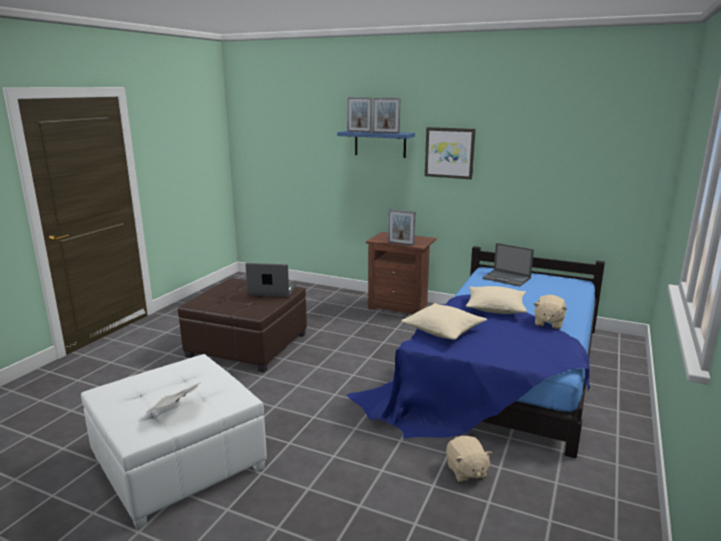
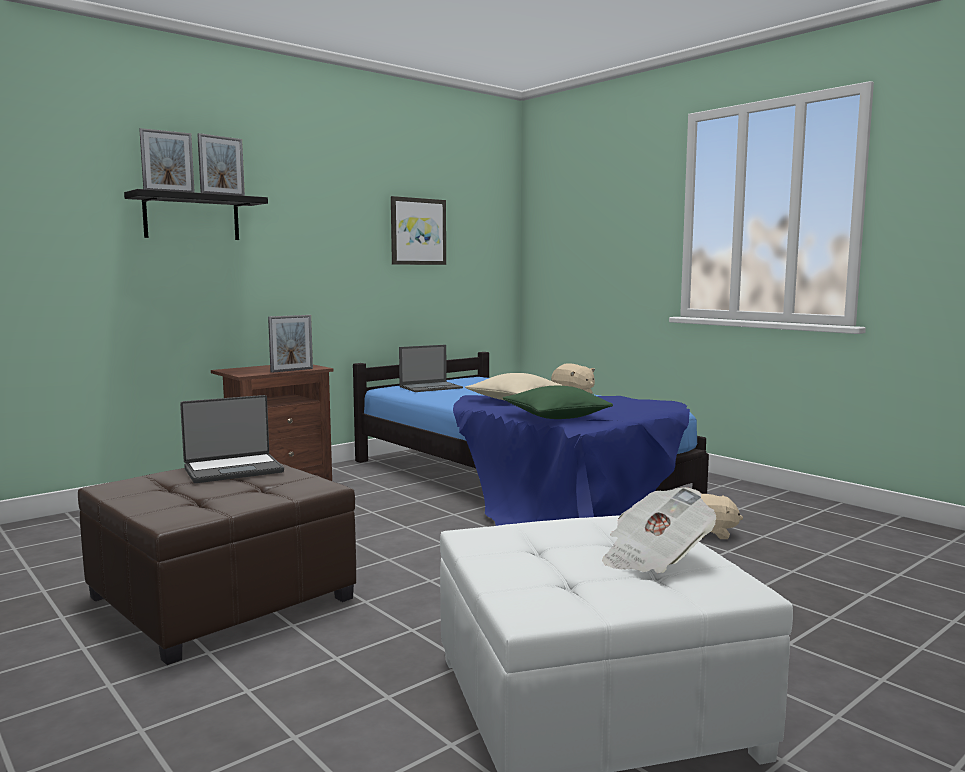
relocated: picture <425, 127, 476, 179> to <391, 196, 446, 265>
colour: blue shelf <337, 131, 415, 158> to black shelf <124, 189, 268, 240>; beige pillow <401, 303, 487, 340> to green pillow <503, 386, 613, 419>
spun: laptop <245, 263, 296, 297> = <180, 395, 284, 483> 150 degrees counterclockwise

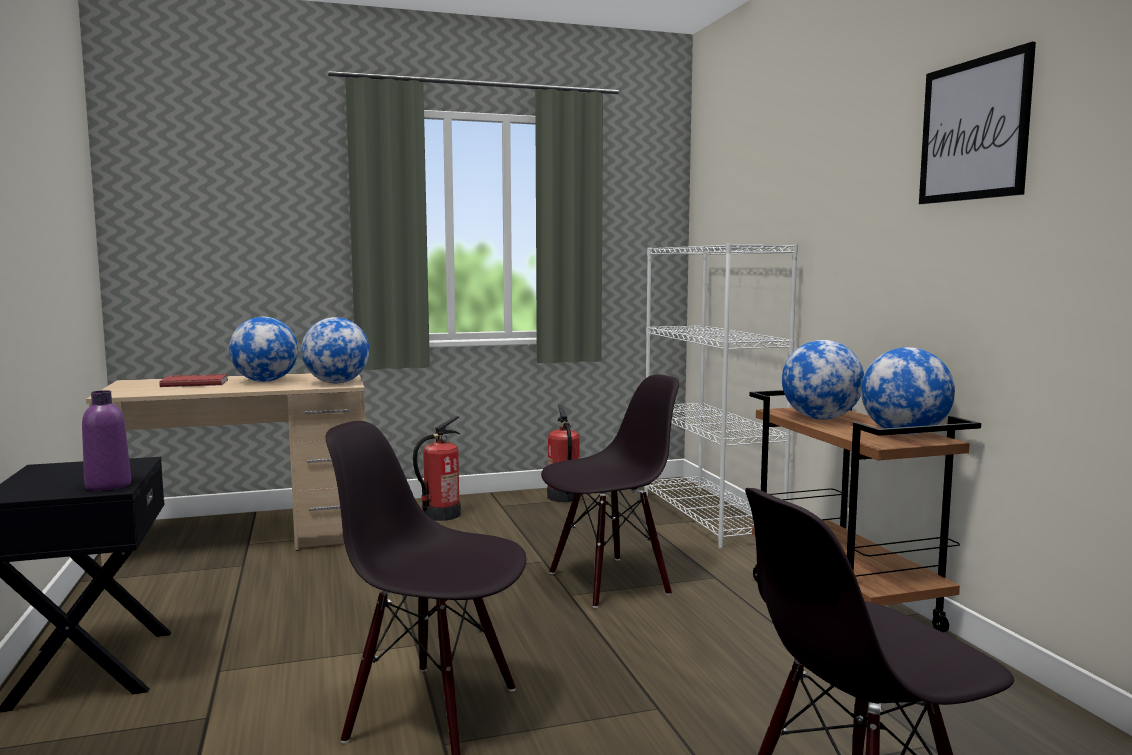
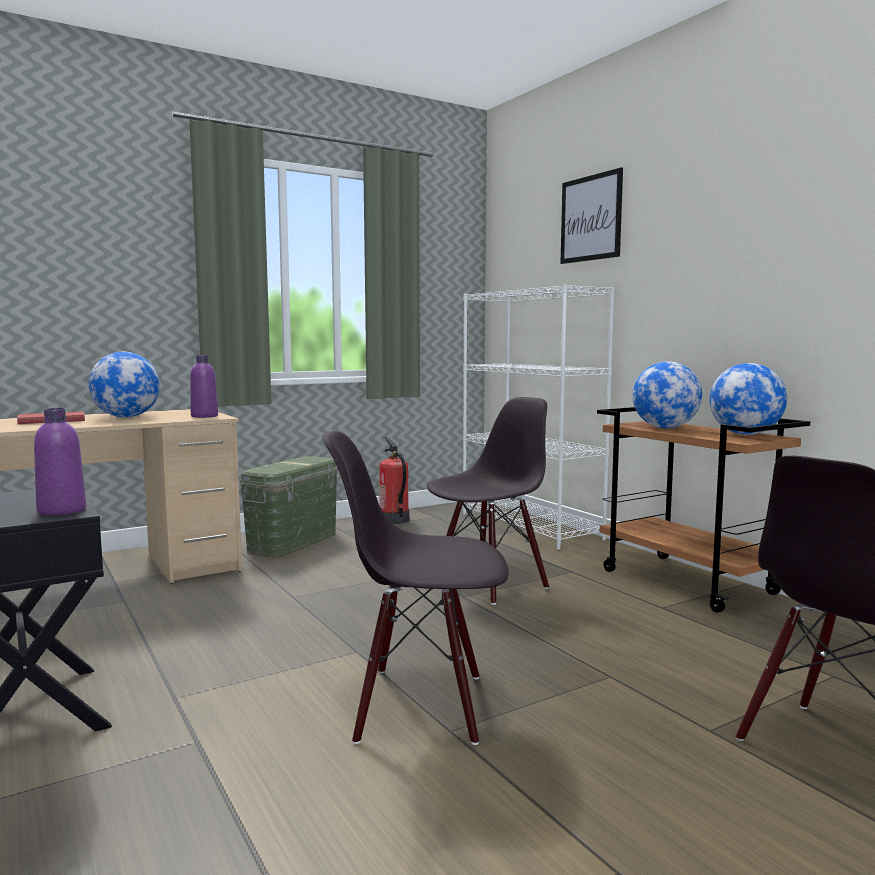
relocated: picture <919, 42, 1036, 204> to <560, 167, 623, 264>
exchanged: globe <301, 317, 370, 383> to purple bottle <190, 355, 218, 418>; fire extinguisher <413, 416, 461, 521> to green storage box <240, 456, 338, 558>

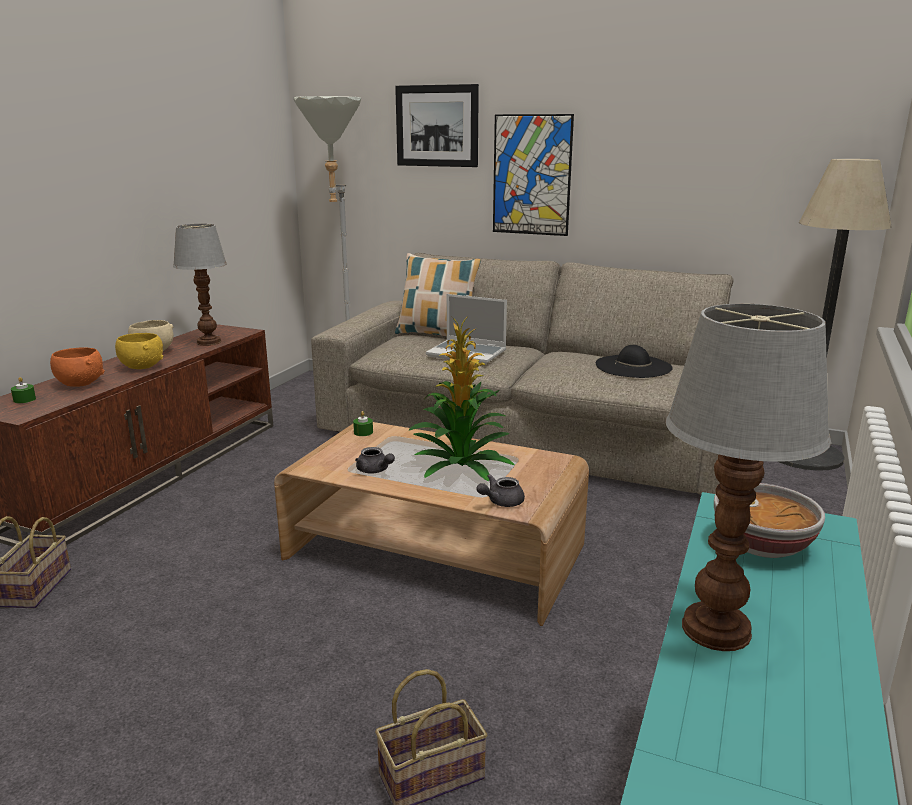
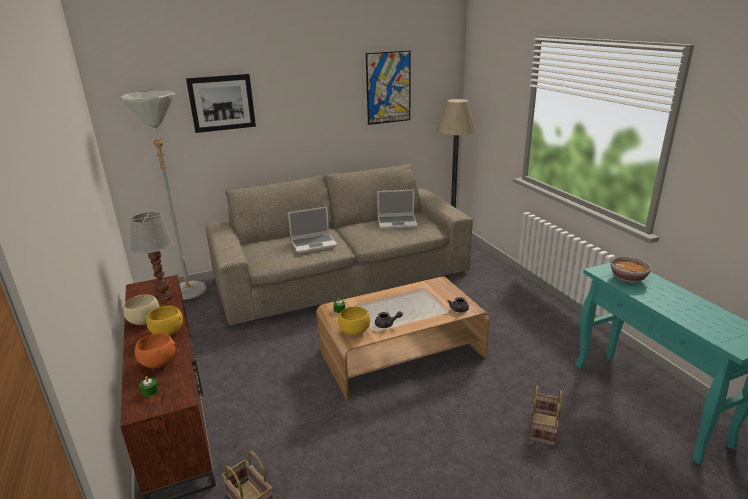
missing: pillow <395, 253, 481, 336>; potted plant <408, 316, 515, 481>; table lamp <665, 304, 831, 651>
appeared: yellow bowl <338, 306, 370, 336>
relocated: picture <493, 114, 574, 236> to <366, 50, 411, 125>
exchanged: black hat <596, 345, 673, 378> to laptop <377, 189, 418, 229>

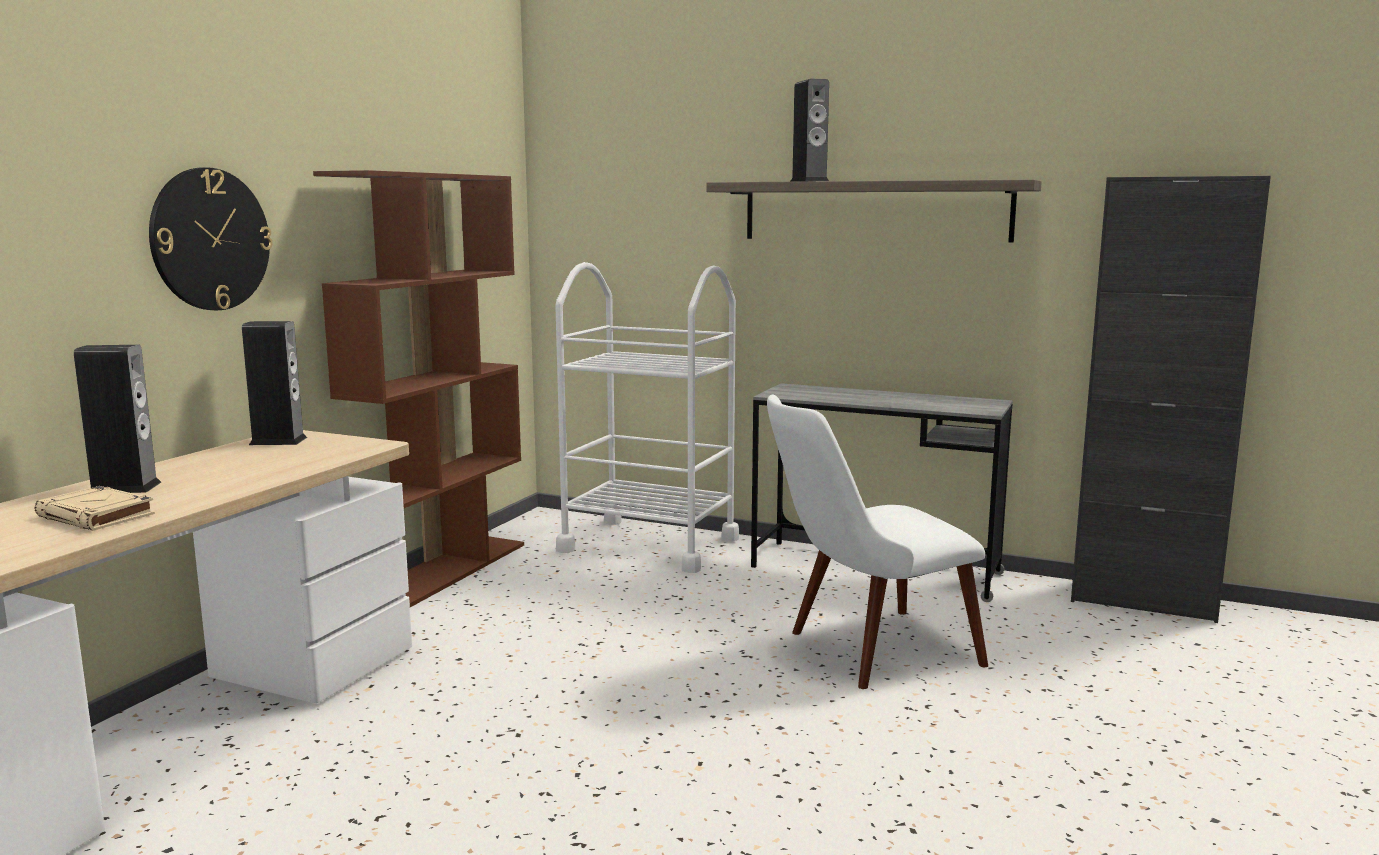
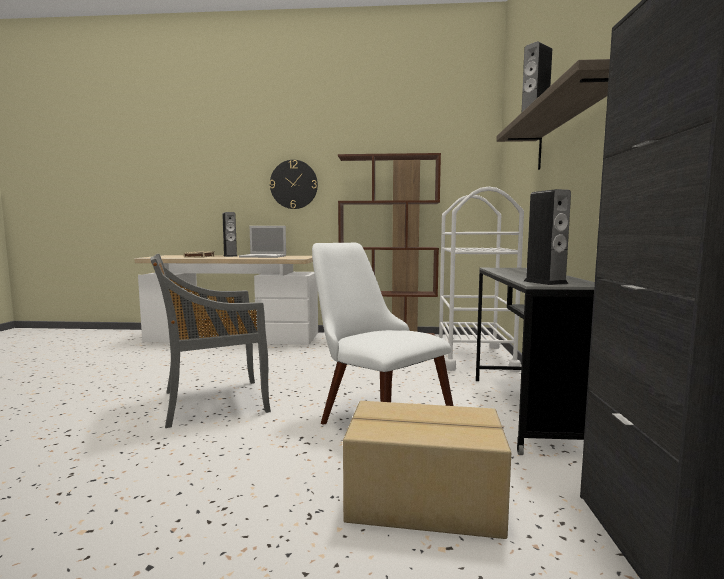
appeared: grey chair <150, 254, 271, 428>; laptop <239, 226, 286, 258>; cardboard box <343, 401, 511, 539>
relocated: speaker <242, 321, 307, 445> to <524, 189, 571, 285>

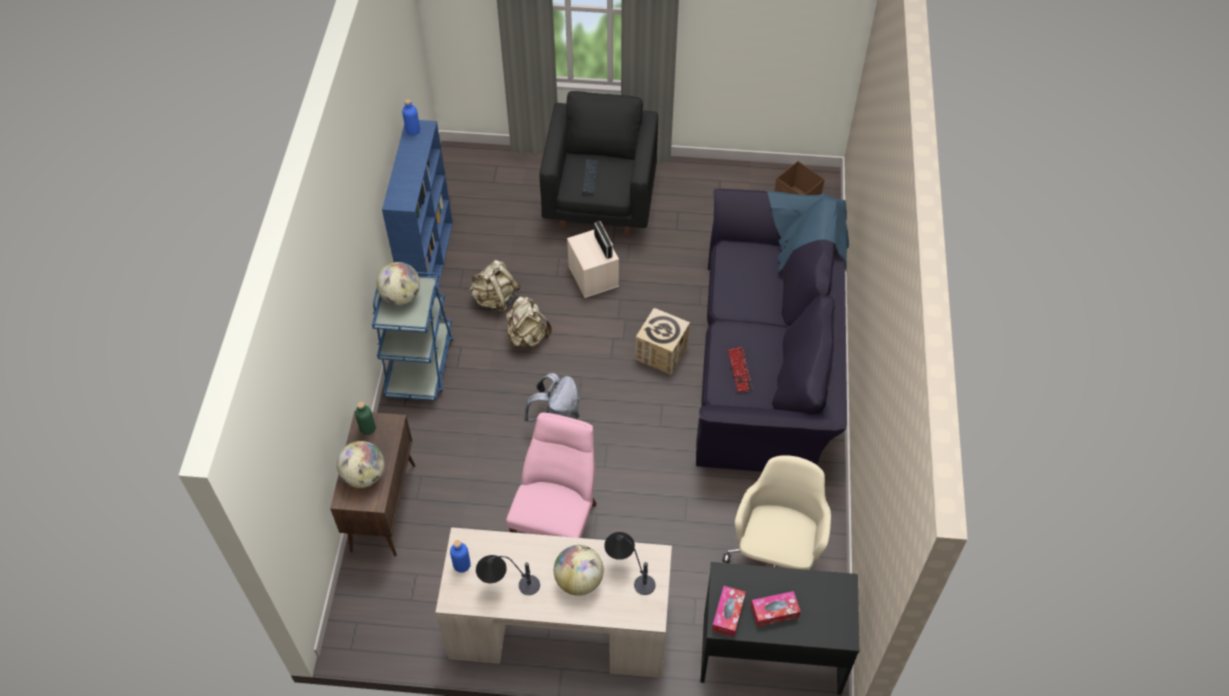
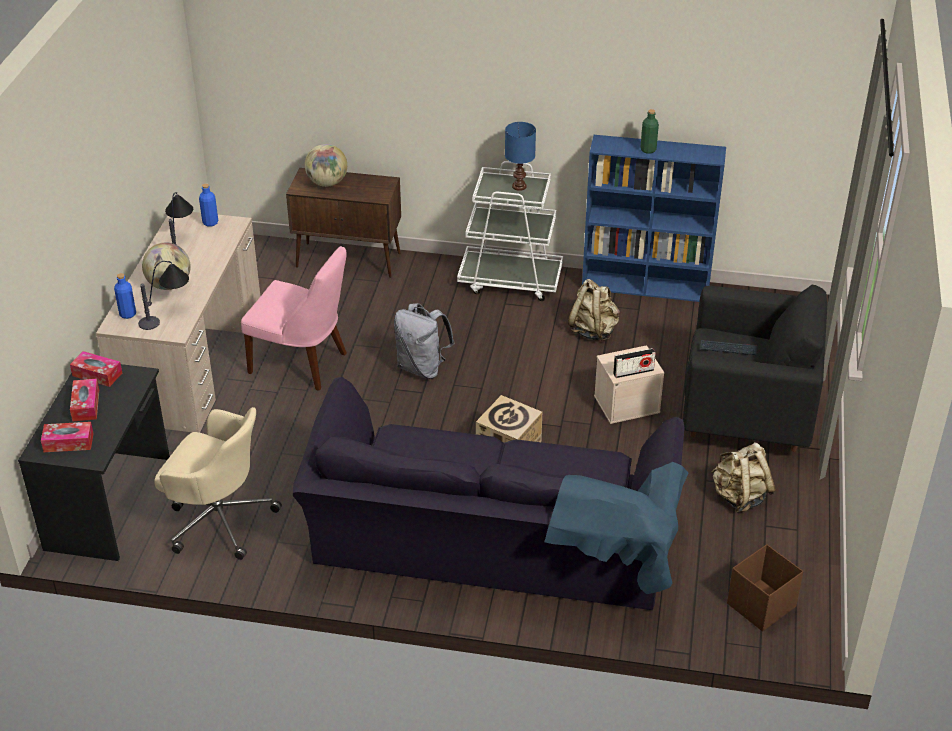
missing: keyboard <728, 347, 753, 393>
appeared: tissue box <41, 422, 94, 452>
relocated: green bottle <355, 402, 376, 435> to <640, 109, 659, 154>; blue bottle <402, 99, 420, 136> to <114, 273, 136, 319>; beige backpack <506, 296, 552, 347> to <712, 442, 776, 512>
exchanged: globe <376, 262, 420, 305> to blue table lamp <505, 122, 536, 191>
colour: blue cart <372, 272, 454, 401> to white cart <457, 161, 563, 301>

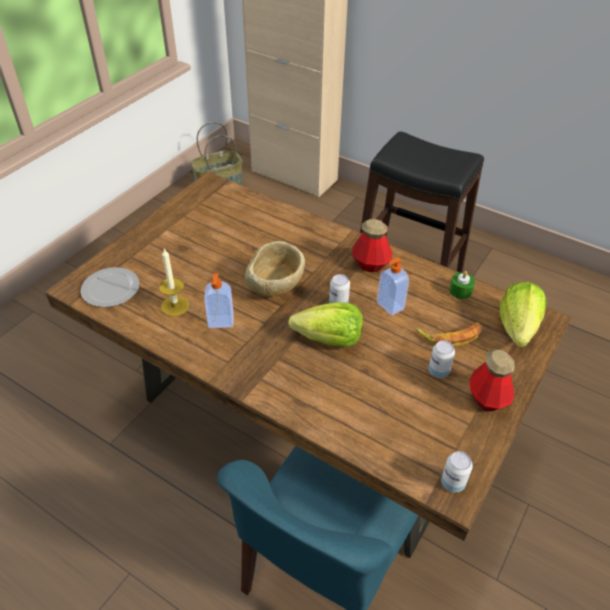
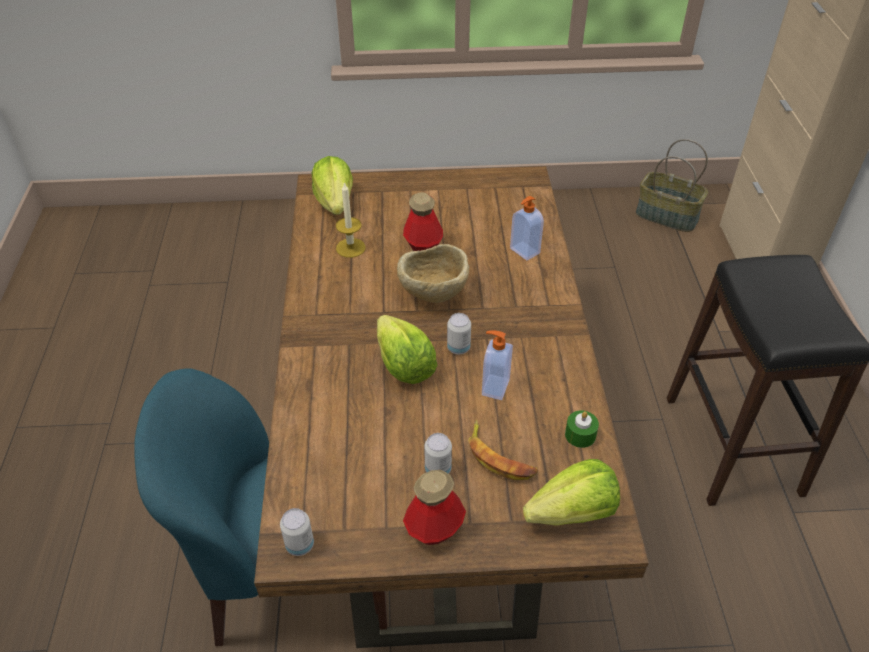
relocated: soap dispenser <204, 273, 234, 328> to <510, 196, 544, 261>; bottle <352, 219, 392, 272> to <403, 192, 443, 251>
exchanged: plate <81, 267, 140, 307> to lettuce <312, 156, 353, 215>

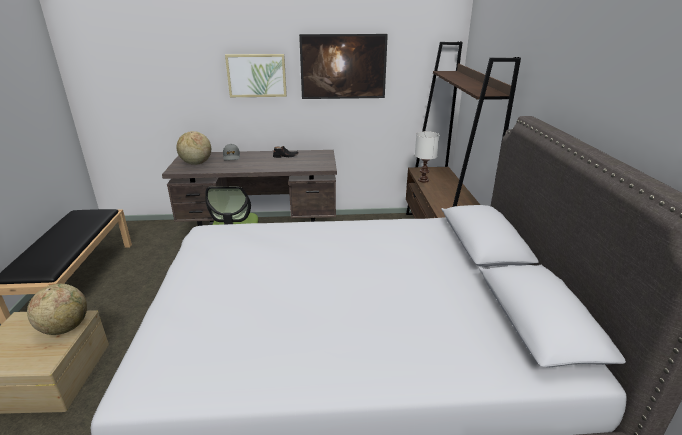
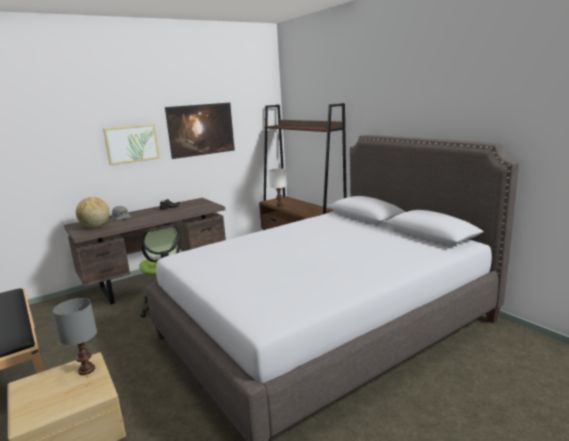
exchanged: globe <27, 284, 87, 335> to grey table lamp <53, 298, 97, 375>

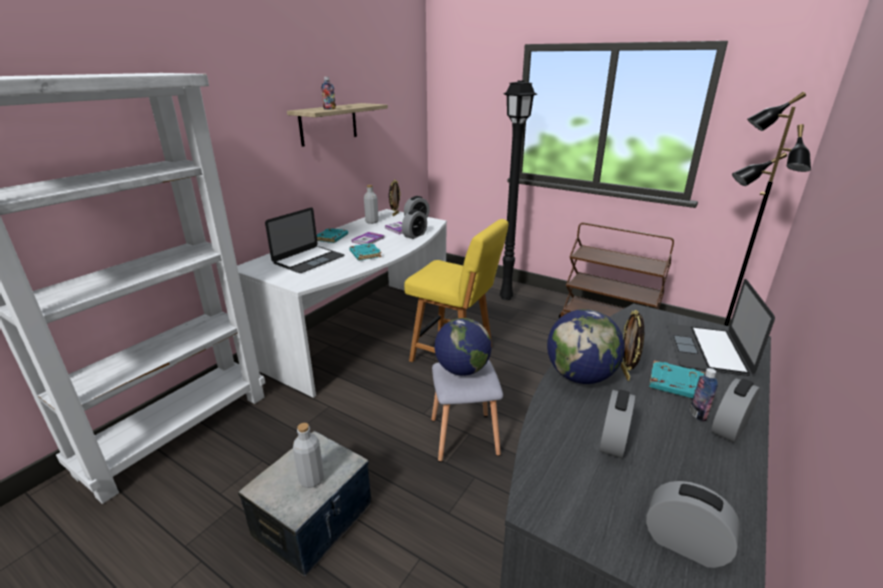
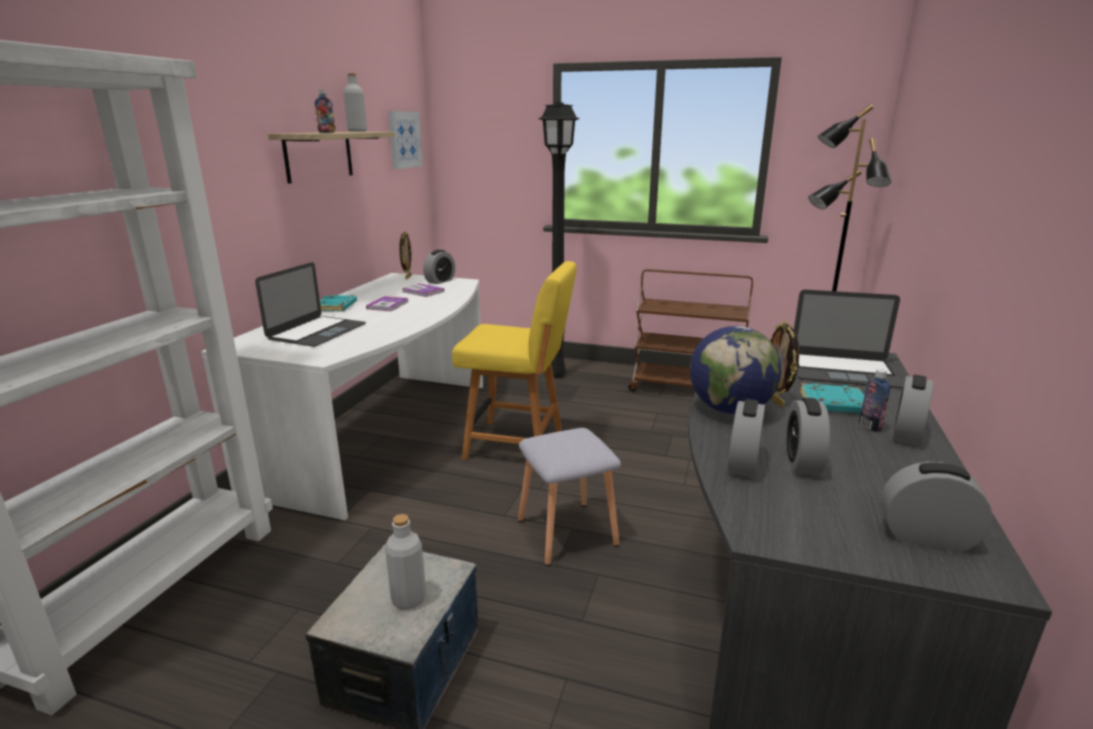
missing: turquoise book <349, 243, 382, 261>; globe <434, 318, 492, 376>
appeared: picture <388, 111, 423, 169>
relocated: grey bottle <364, 185, 379, 224> to <344, 73, 367, 132>; alarm clock <402, 209, 427, 239> to <728, 399, 765, 477>
spun: laptop <666, 279, 775, 376> = <794, 290, 903, 388> 75 degrees counterclockwise

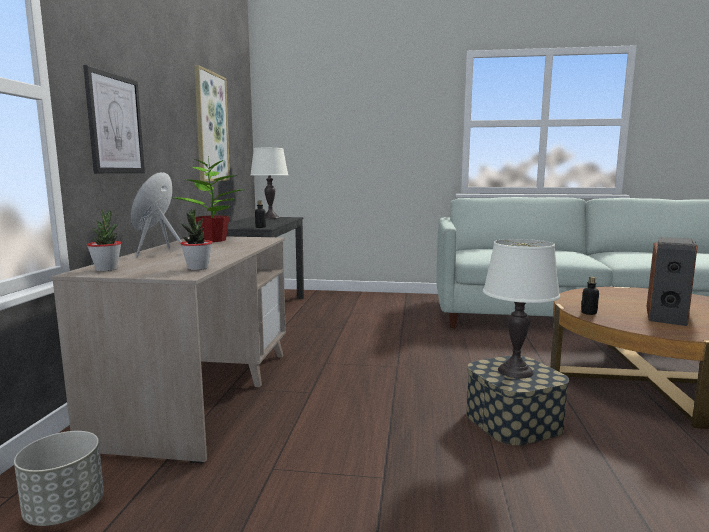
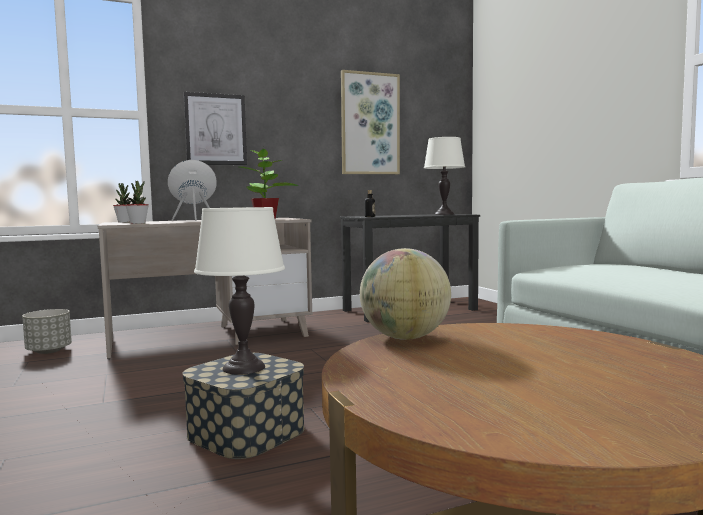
missing: speaker <647, 237, 698, 326>
exchanged: bottle <581, 277, 599, 315> to globe <360, 248, 451, 340>

